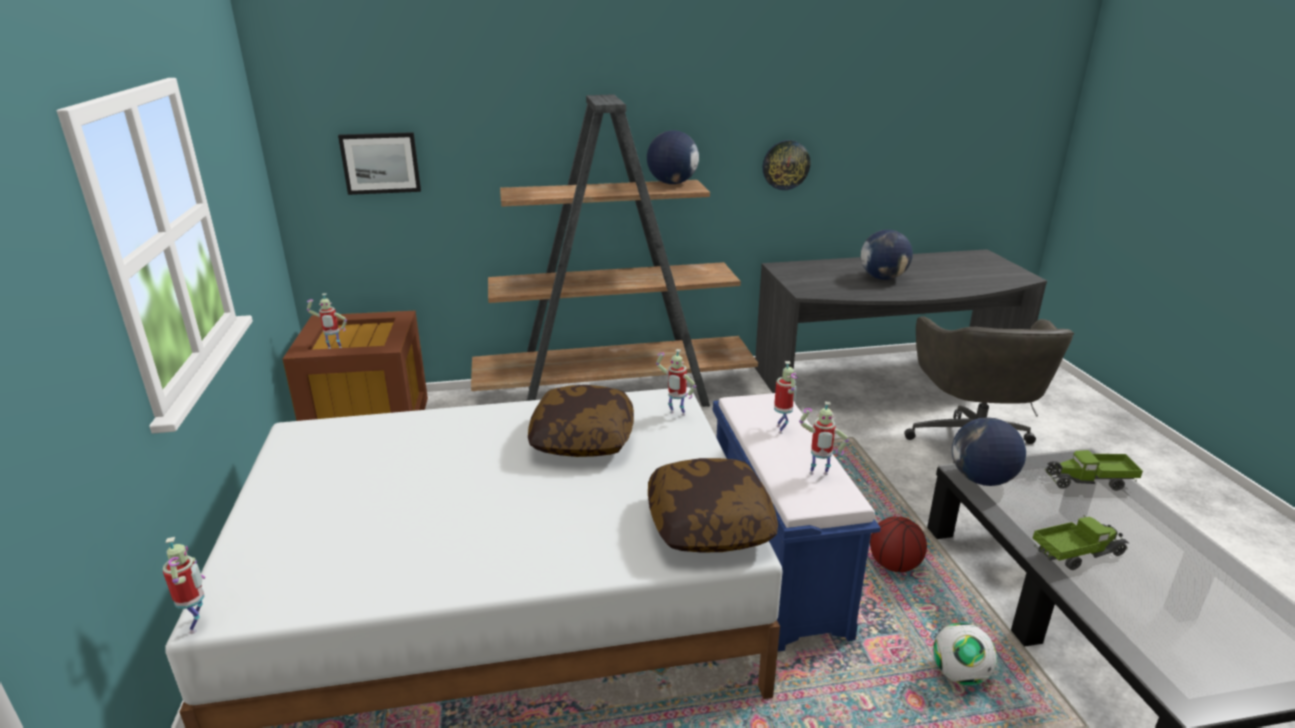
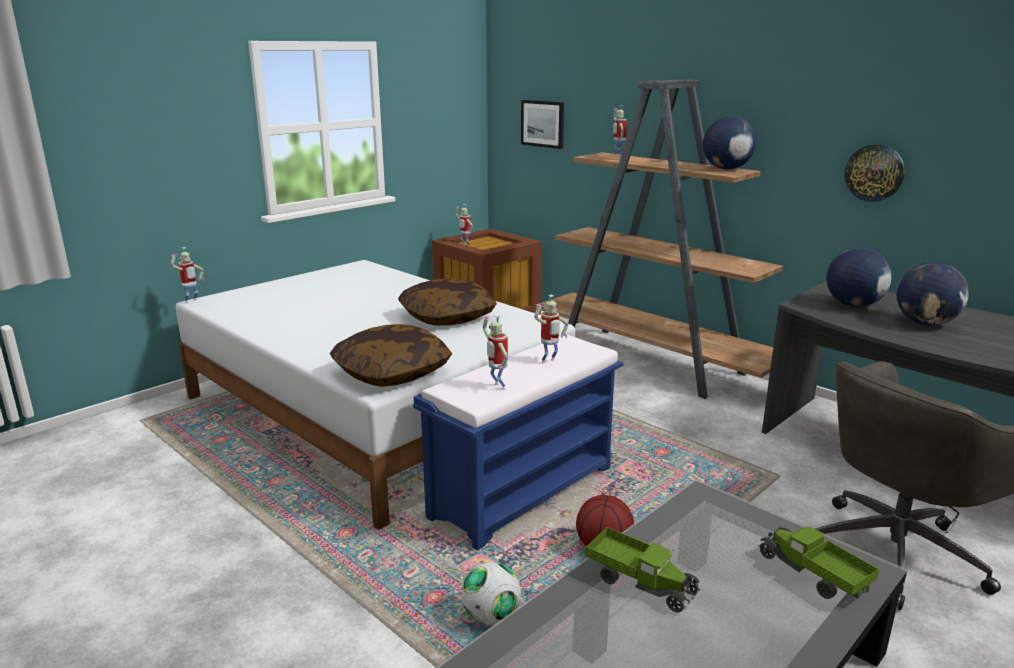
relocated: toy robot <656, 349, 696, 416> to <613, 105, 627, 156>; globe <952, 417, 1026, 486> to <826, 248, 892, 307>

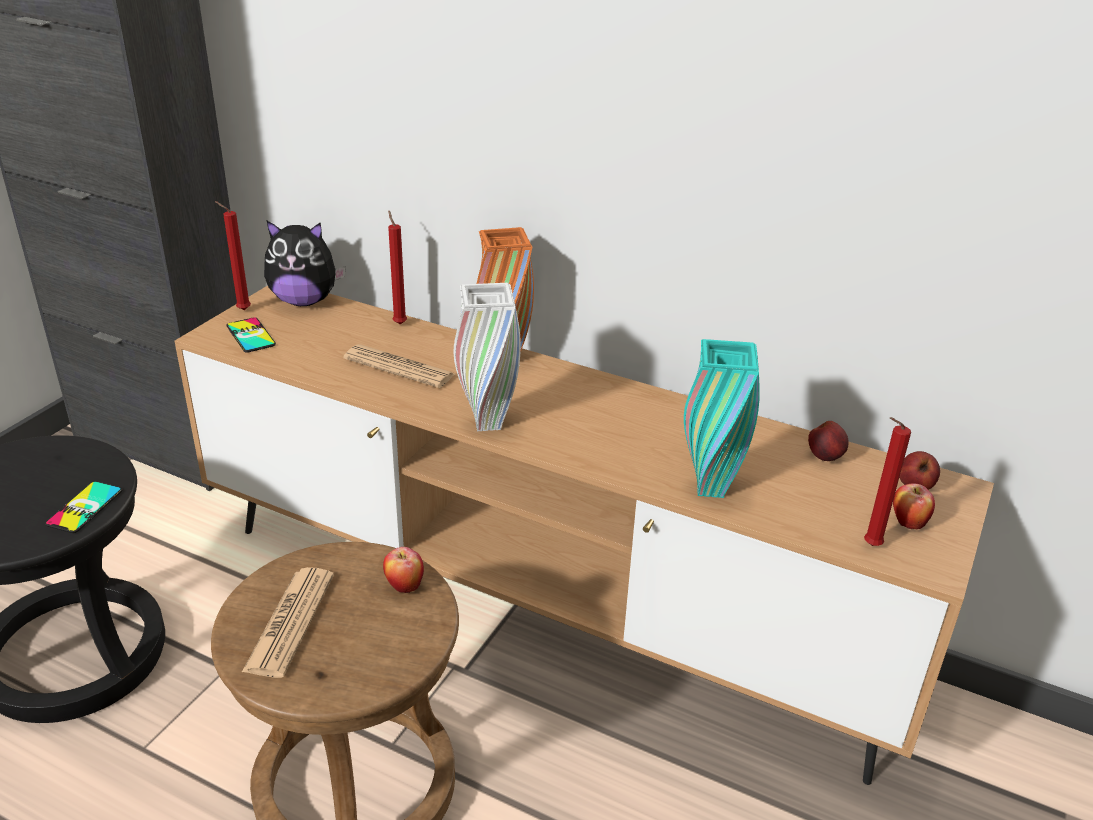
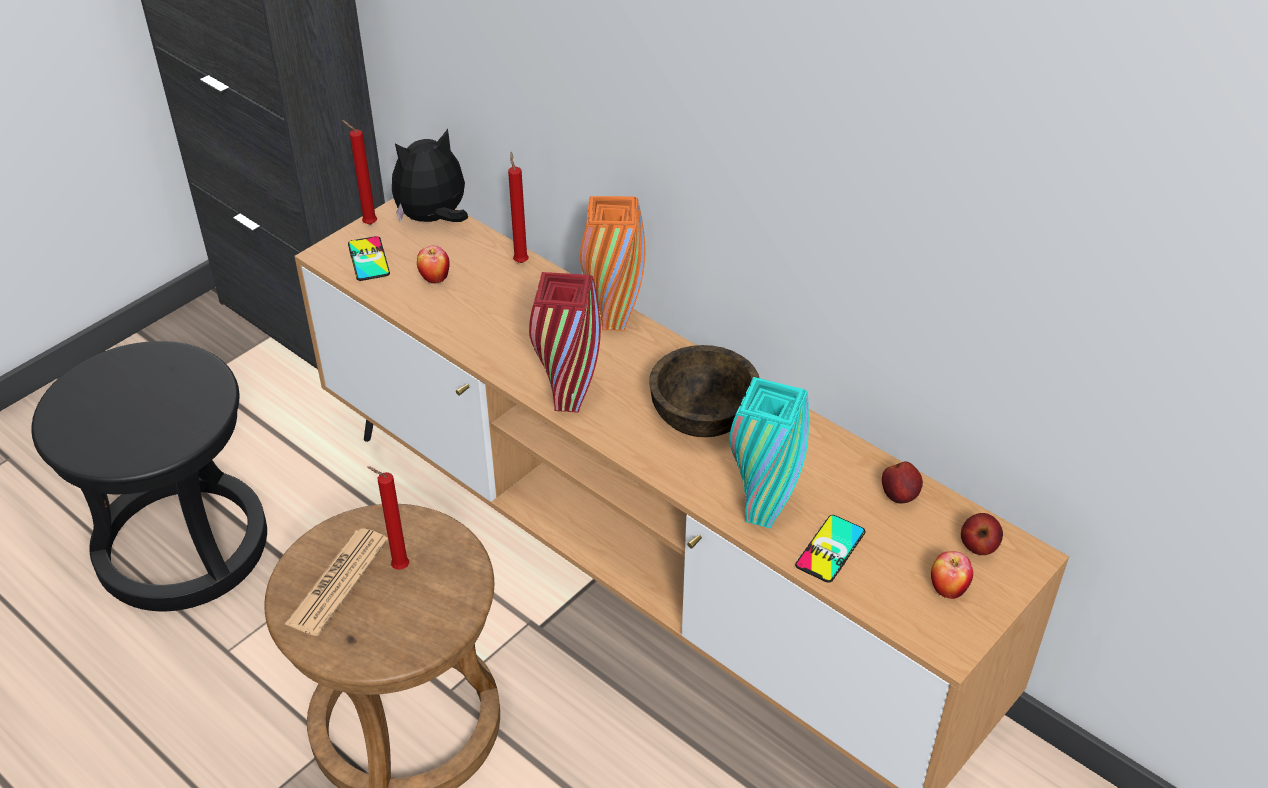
missing: newspaper <343, 344, 455, 388>
appeared: brown bowl <649, 345, 759, 437>
relocated: phone <45, 481, 123, 533> to <795, 515, 865, 583>; apple <383, 547, 424, 593> to <417, 245, 450, 284>; red candle <864, 417, 911, 546> to <367, 466, 409, 570>
colour: white vase <453, 283, 521, 431> to red vase <529, 272, 601, 413>
spun: plush toy <264, 220, 346, 306> = <392, 129, 468, 222> 135 degrees clockwise

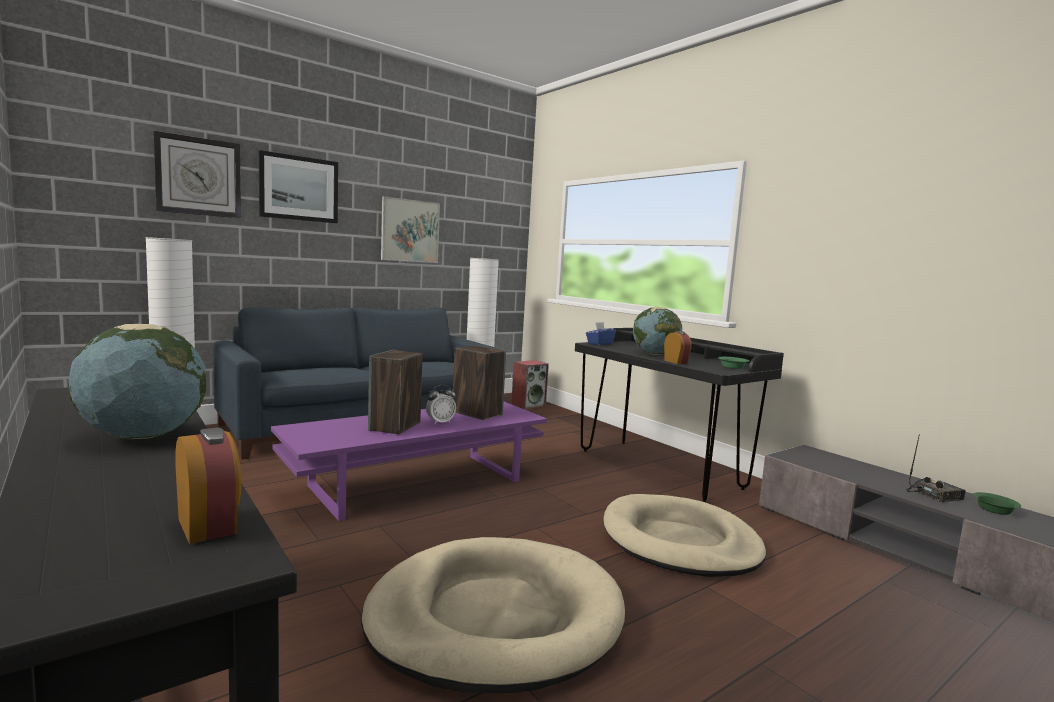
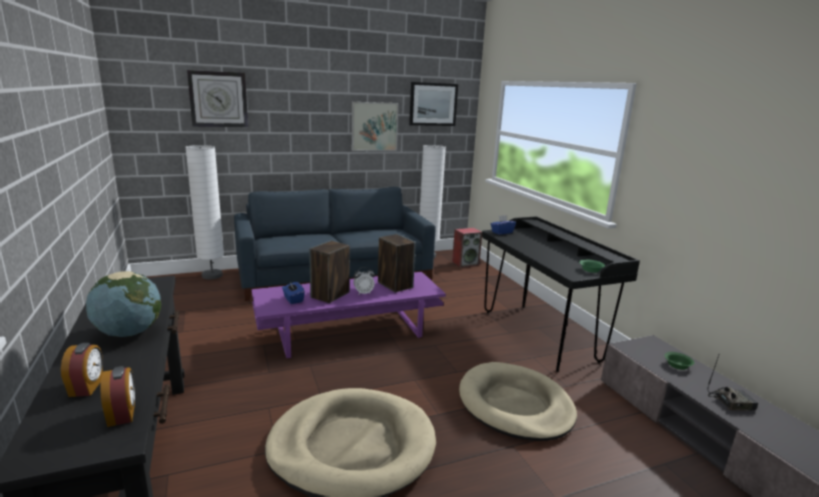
missing: globe <633, 307, 682, 355>
appeared: blue tissue box <282, 282, 305, 304>
relocated: picture <259, 150, 338, 223> to <409, 82, 458, 126>; alarm clock <664, 331, 692, 364> to <61, 343, 103, 397>; green bowl <973, 492, 1021, 515> to <664, 352, 694, 370>

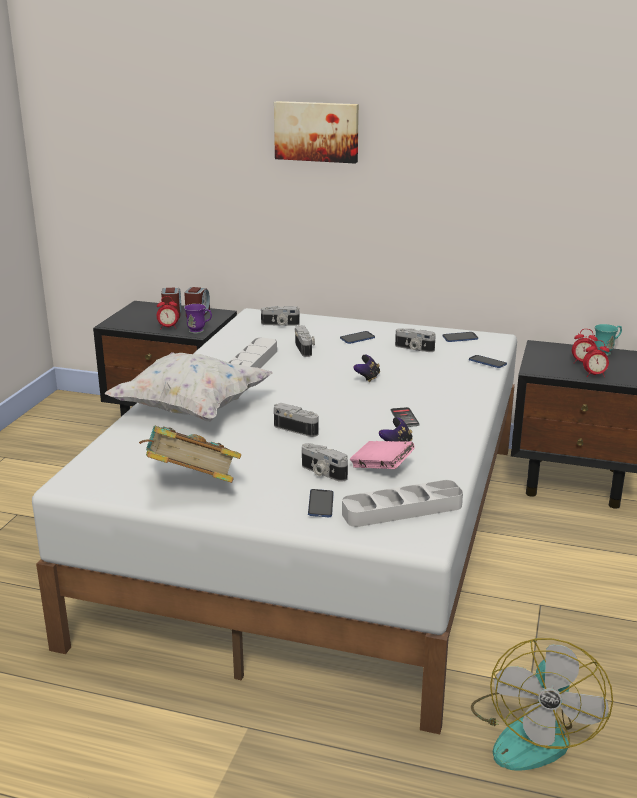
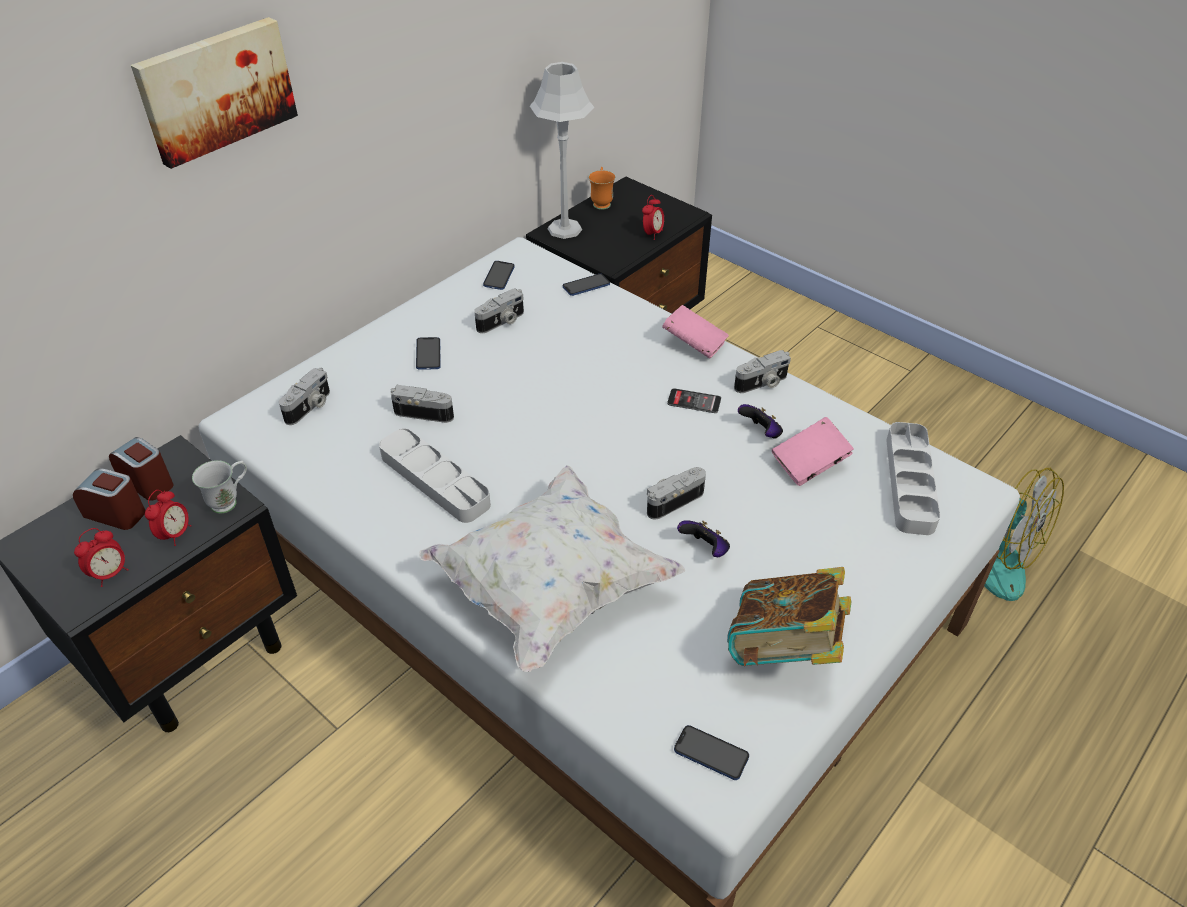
appeared: grey table lamp <530, 62, 595, 239>; pink book <662, 305, 729, 359>
relocated: photo camera <302, 443, 348, 482> to <734, 350, 791, 393>; phone <308, 489, 334, 517> to <674, 725, 749, 780>; game controller <353, 355, 380, 382> to <677, 520, 730, 557>; alarm clock <572, 329, 598, 363> to <74, 528, 129, 587>
colour: purple mug <184, 304, 212, 333> to white mug <192, 460, 247, 514>; turquoise mug <594, 324, 622, 356> to orange mug <588, 167, 616, 210>

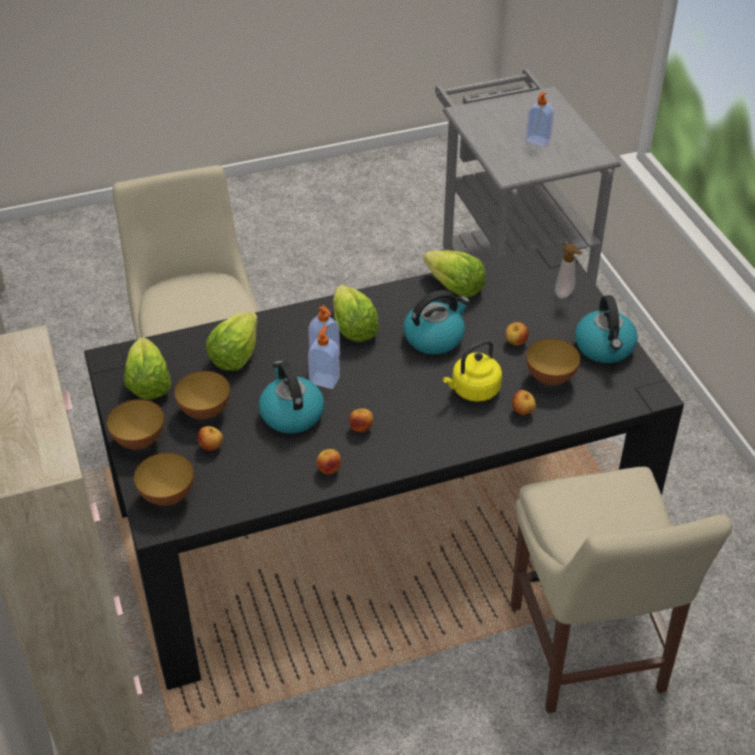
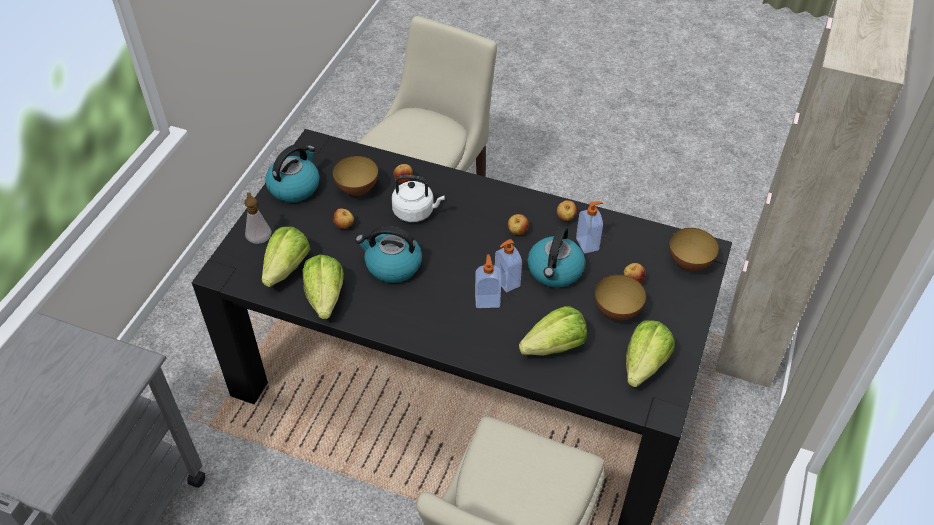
missing: bowl <107, 399, 164, 450>
relocated: lettuce <333, 285, 380, 342> to <262, 227, 310, 287>; soap dispenser <526, 92, 554, 147> to <576, 201, 603, 254>
colour: yellow kettle <443, 340, 502, 402> to white kettle <392, 175, 445, 222>

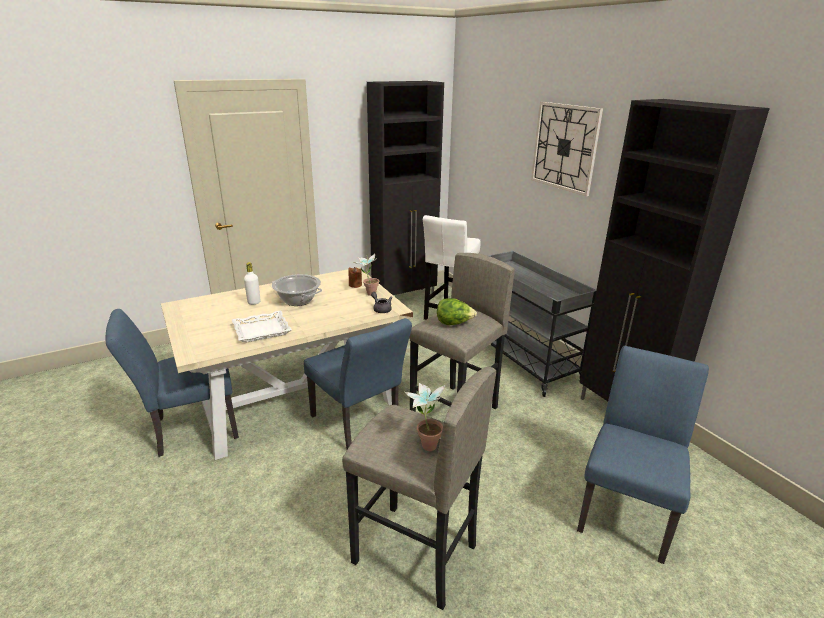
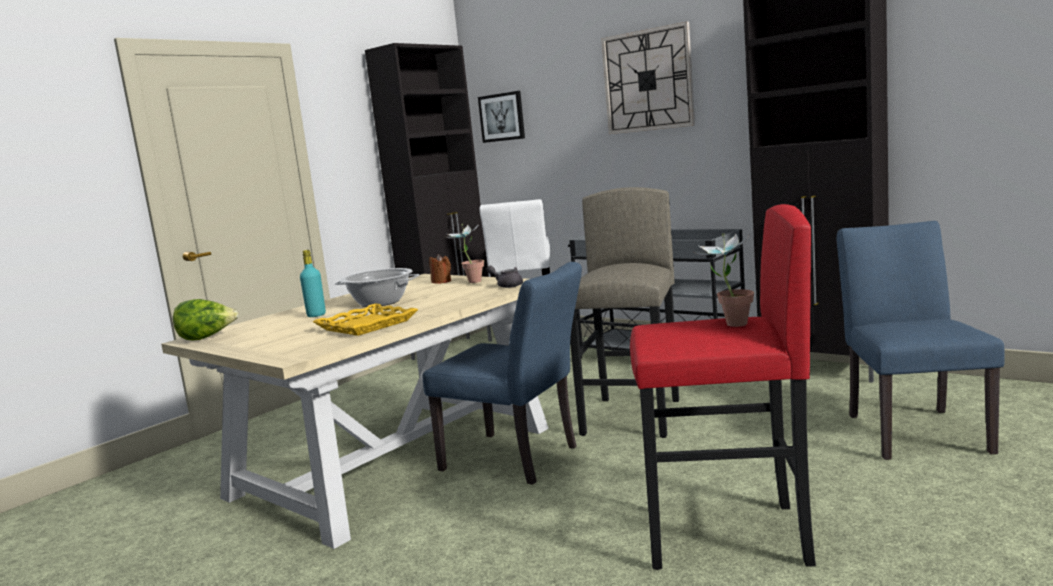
missing: blue chair <106, 309, 239, 457>
appeared: picture <478, 91, 525, 143>
relocated: lettuce <437, 298, 477, 325> to <173, 299, 238, 341>
colour: white tray <232, 311, 292, 343> to yellow tray <313, 303, 418, 336>; white bottle <244, 262, 260, 305> to turquoise bottle <300, 250, 326, 317>; grey stool <342, 367, 496, 610> to red stool <630, 204, 816, 570>

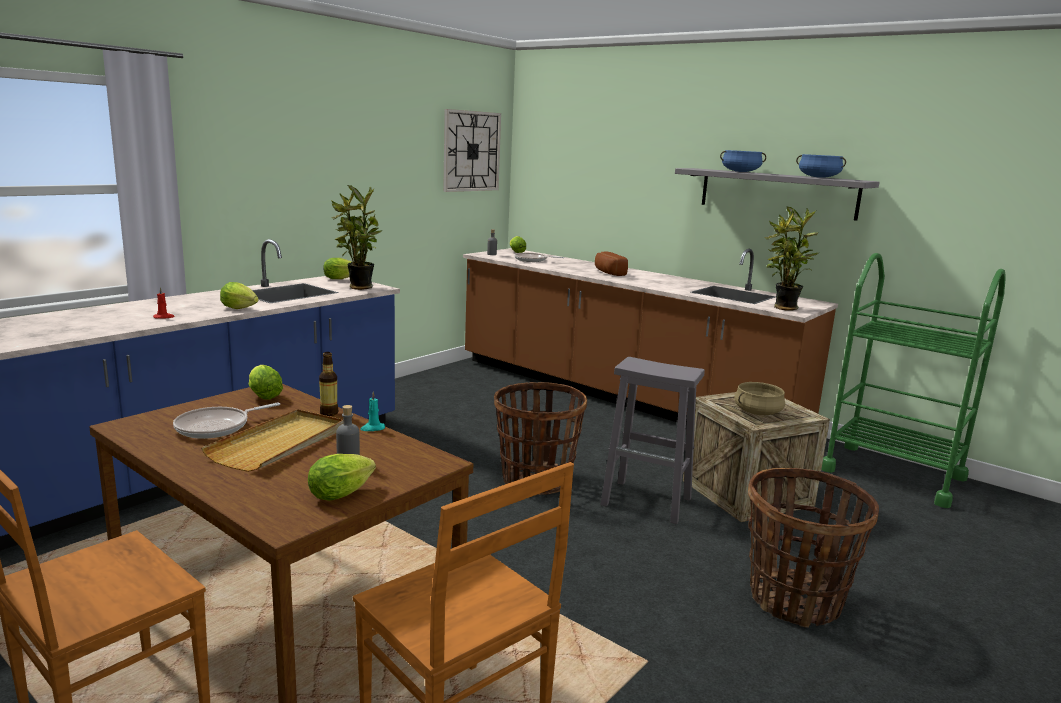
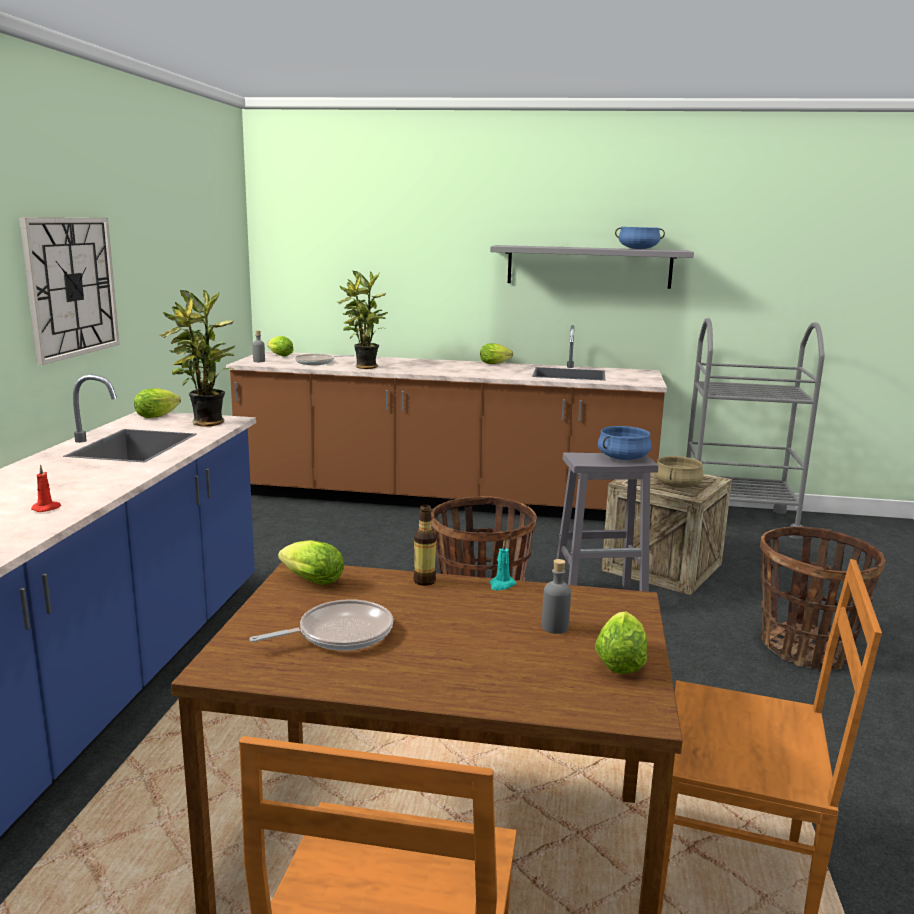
missing: beige tray <201, 409, 343, 472>; bread <595, 252, 628, 276>
relocated: lettuce <220, 282, 259, 309> to <480, 343, 513, 364>; wall clock <443, 109, 501, 192> to <19, 217, 120, 365>; blue cooking pot <720, 150, 766, 172> to <598, 426, 651, 460>; potted plant <764, 206, 818, 311> to <337, 271, 388, 369>
colour: green cart <821, 253, 1006, 508> to grey cart <686, 318, 825, 539>
spun: frying pan <173, 403, 280, 439> = <249, 599, 393, 651> 135 degrees counterclockwise

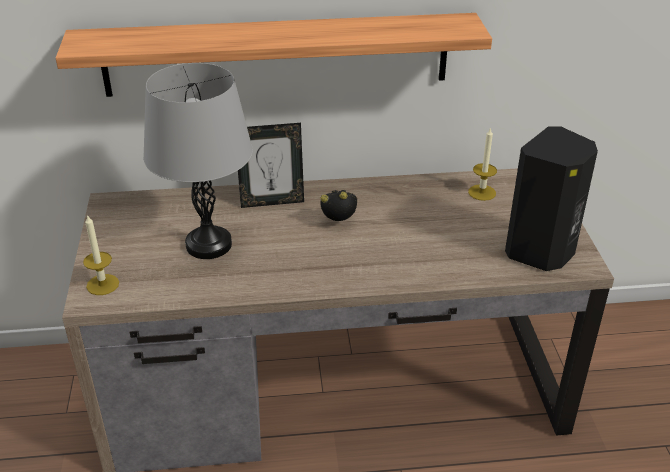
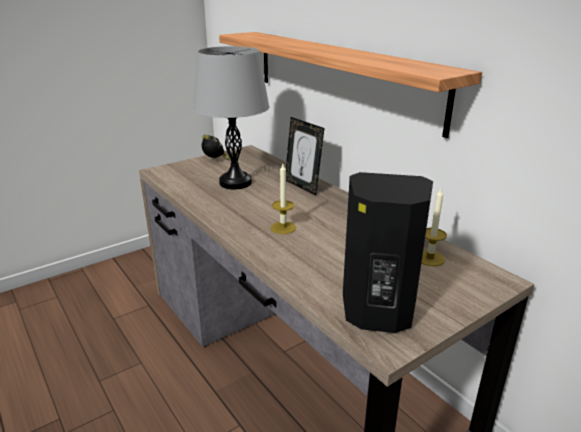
relocated: candle <83, 214, 119, 295> to <271, 164, 296, 234>; alarm clock <320, 190, 357, 221> to <202, 135, 230, 160>

